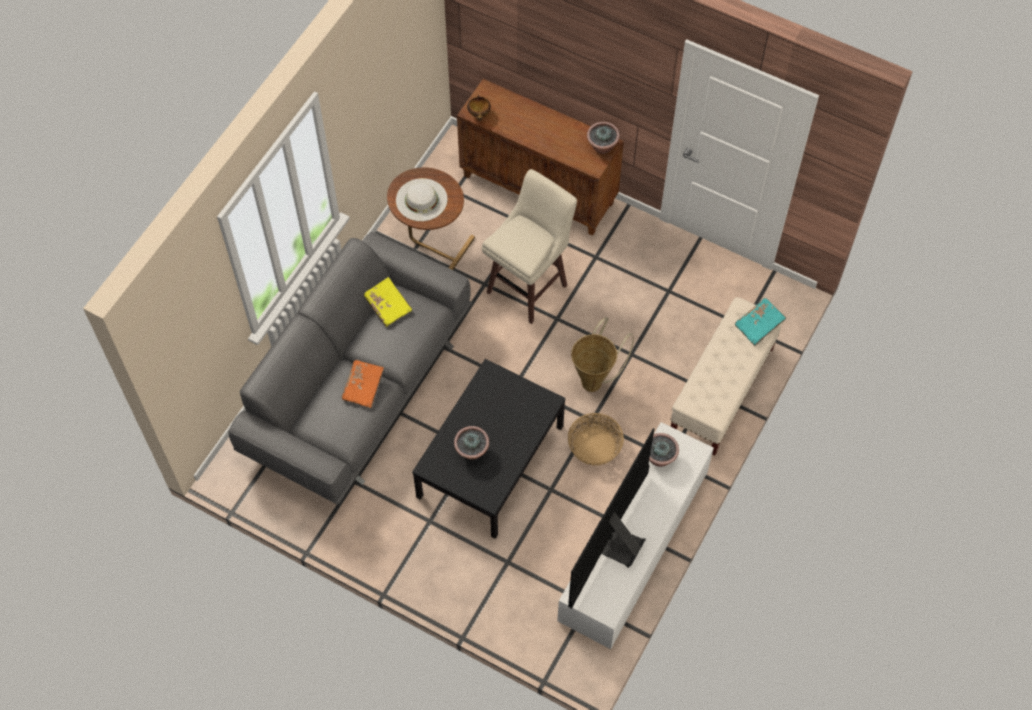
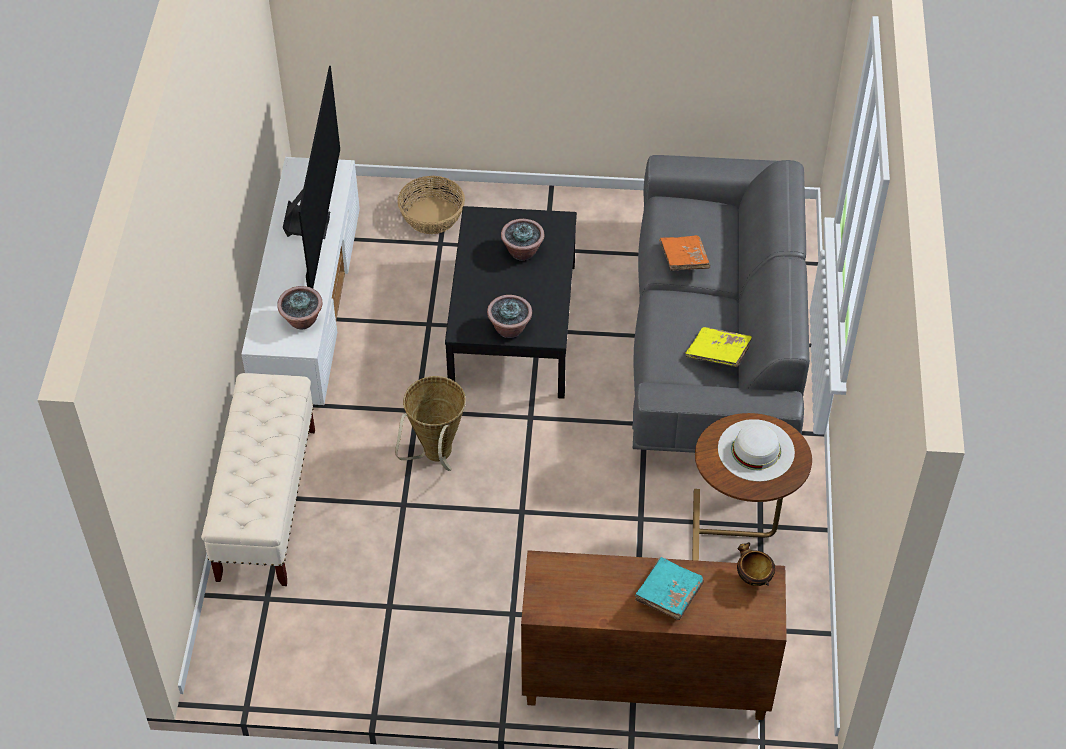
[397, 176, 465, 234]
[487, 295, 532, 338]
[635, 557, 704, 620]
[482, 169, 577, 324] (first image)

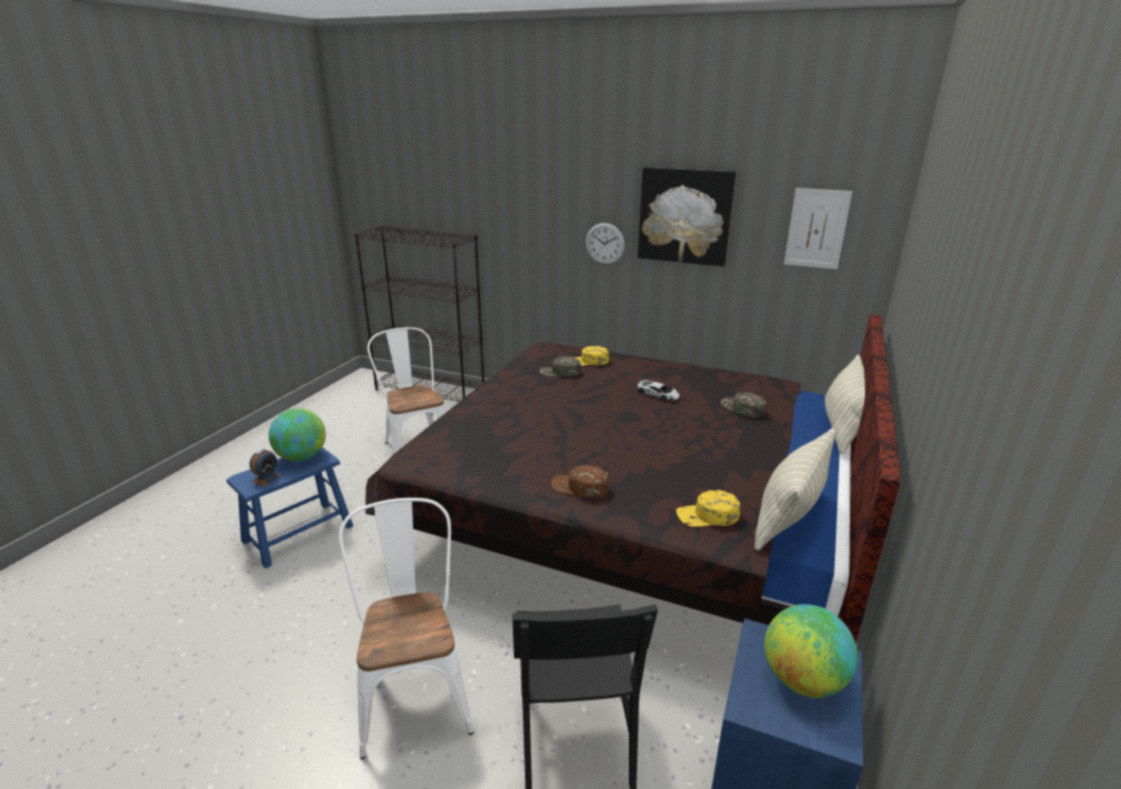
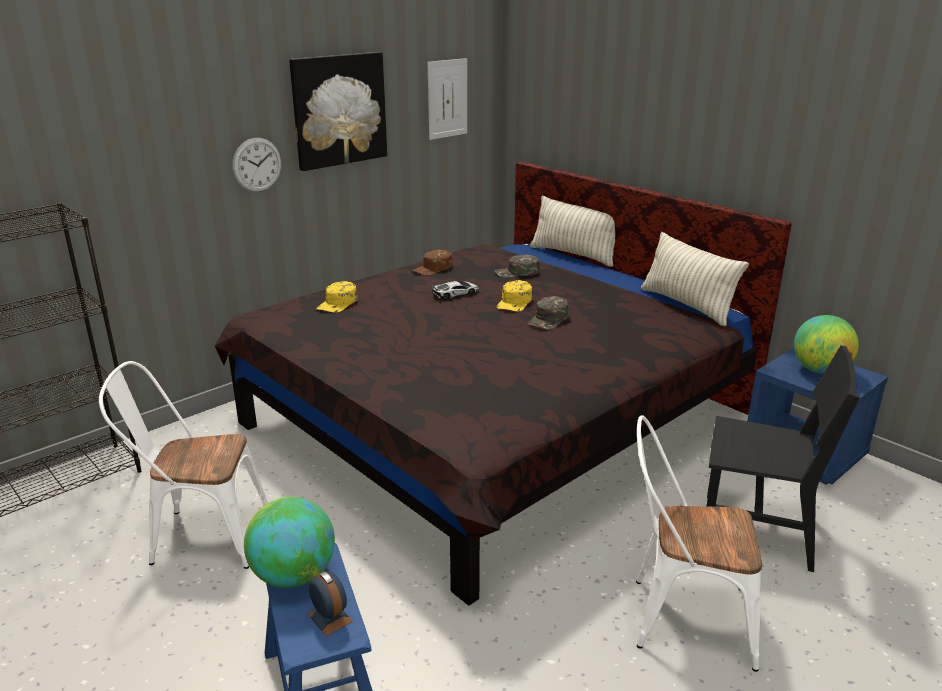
[412, 250, 453, 275]
[497, 280, 532, 311]
[528, 296, 569, 329]

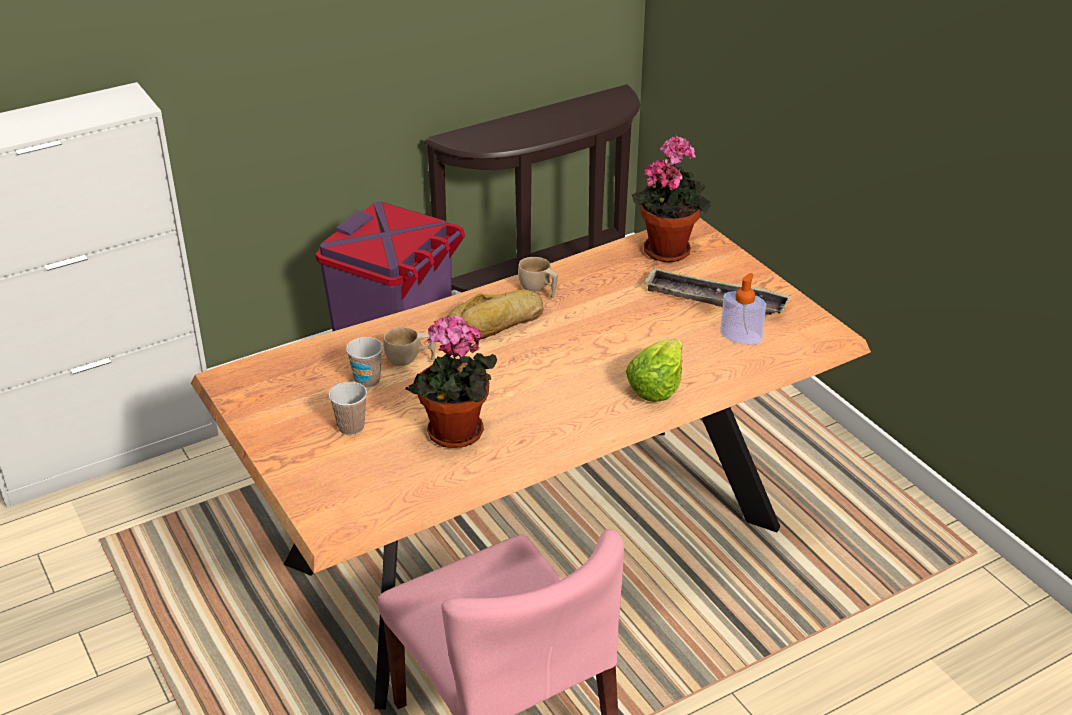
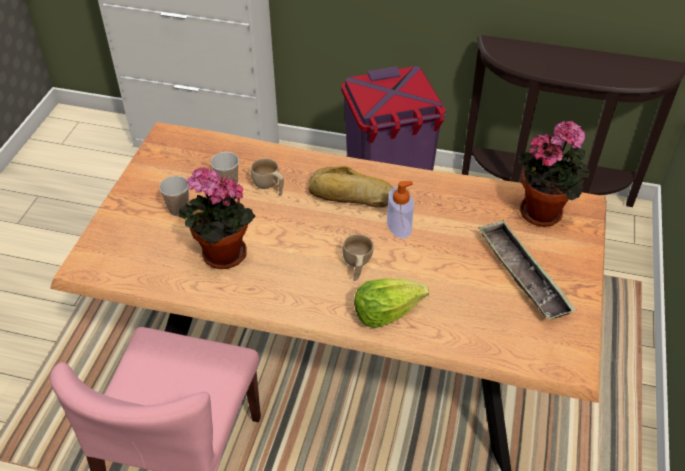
[342, 234, 374, 281]
[387, 181, 414, 239]

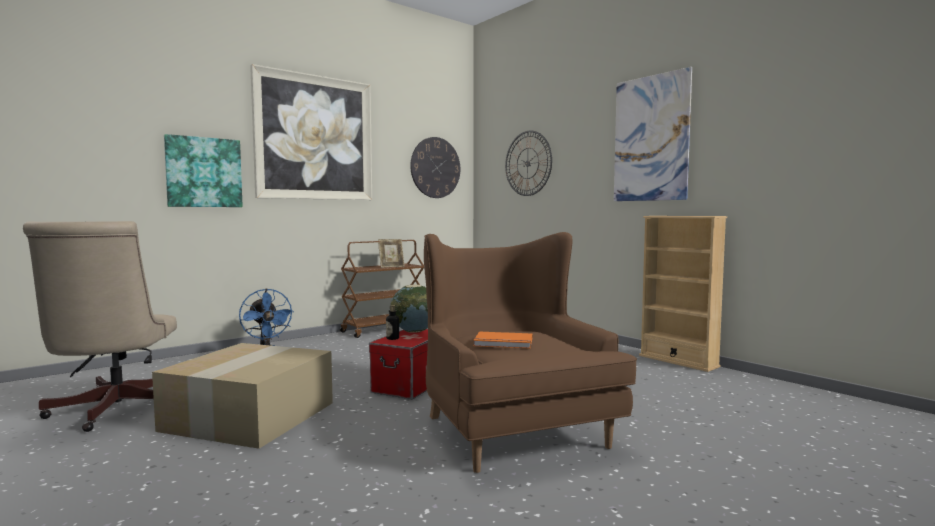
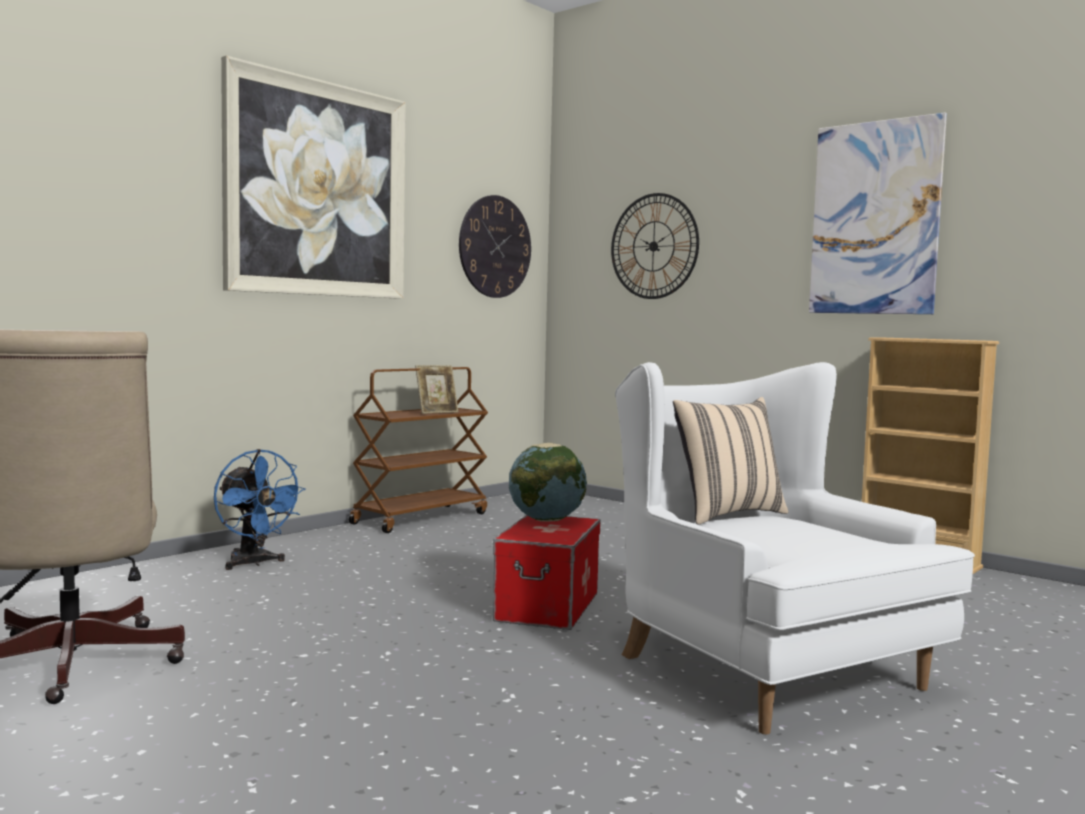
[615, 362, 975, 734]
[673, 397, 788, 525]
[152, 343, 333, 449] (first image)
[164, 134, 243, 207] (first image)
[386, 305, 399, 340] (first image)
[473, 332, 532, 349] (first image)

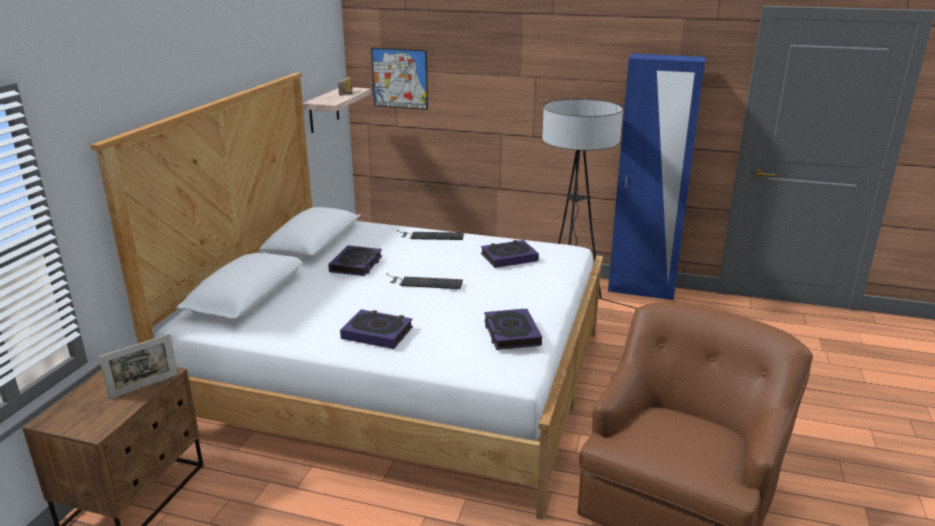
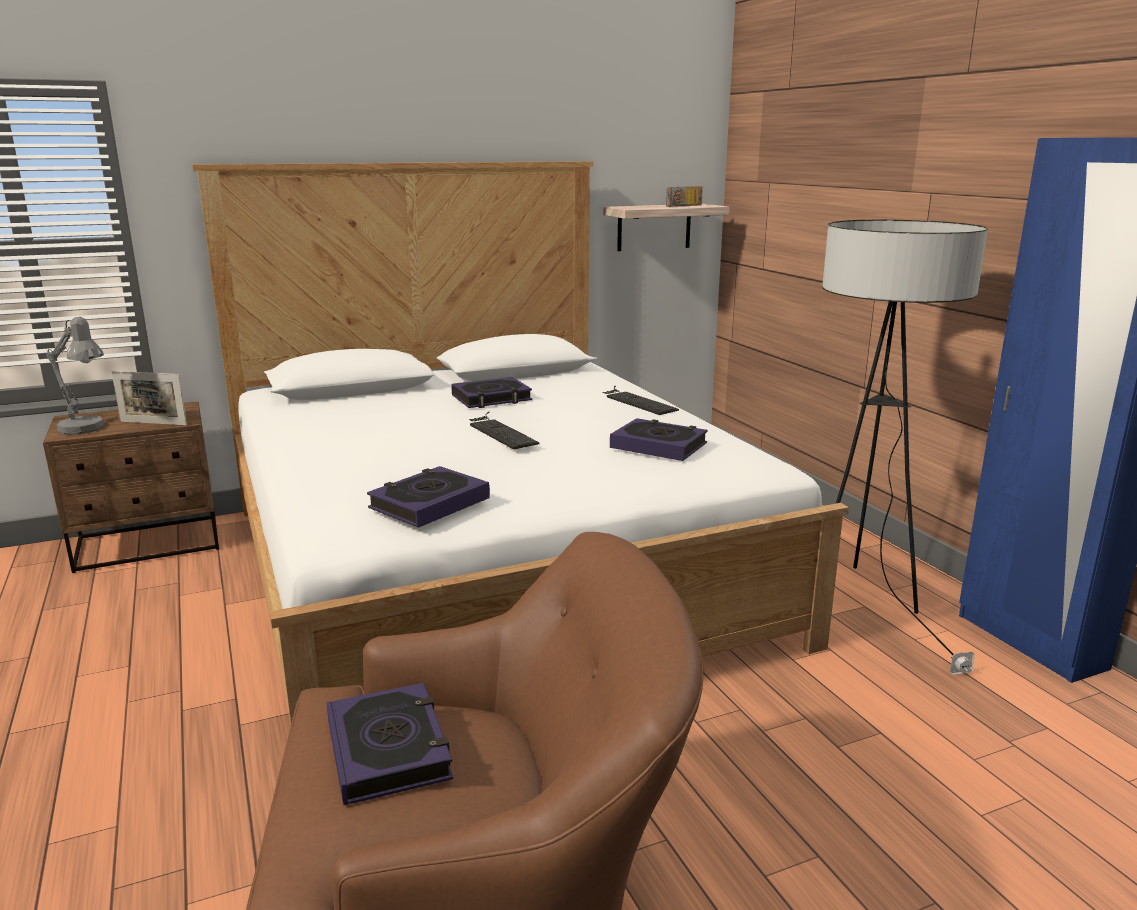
[46, 317, 104, 435]
[326, 683, 453, 806]
[371, 48, 428, 110] (first image)

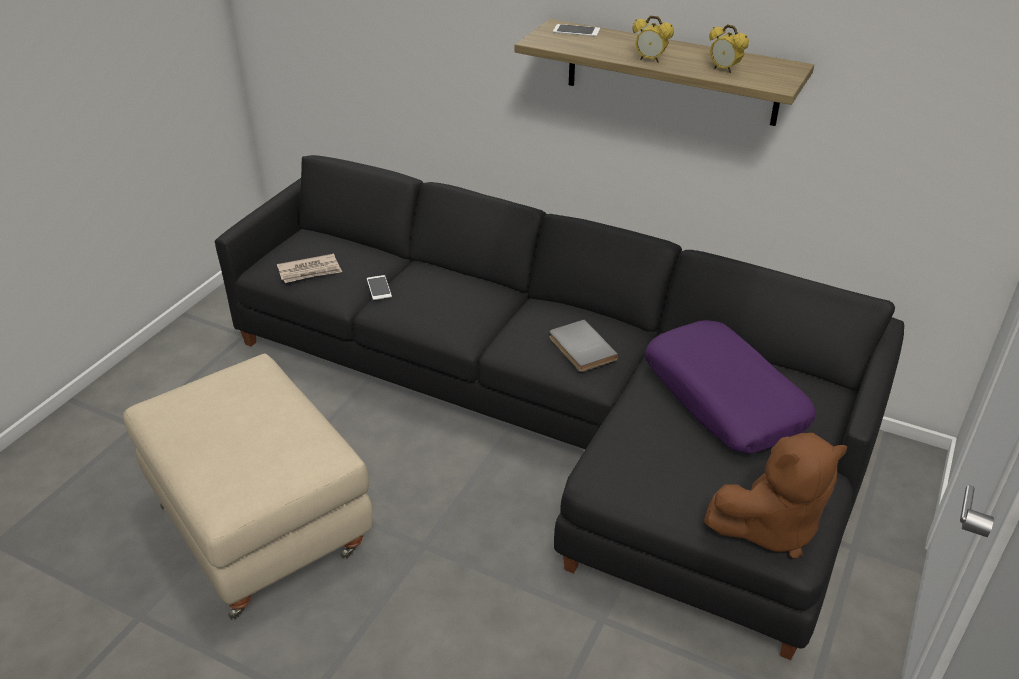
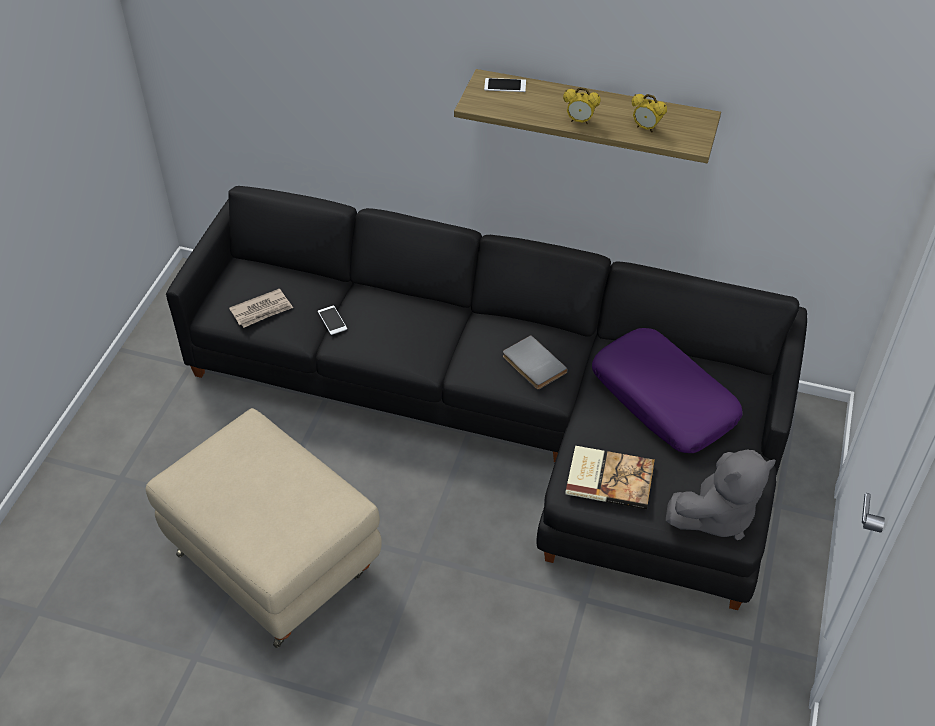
[565, 446, 655, 509]
[666, 449, 776, 540]

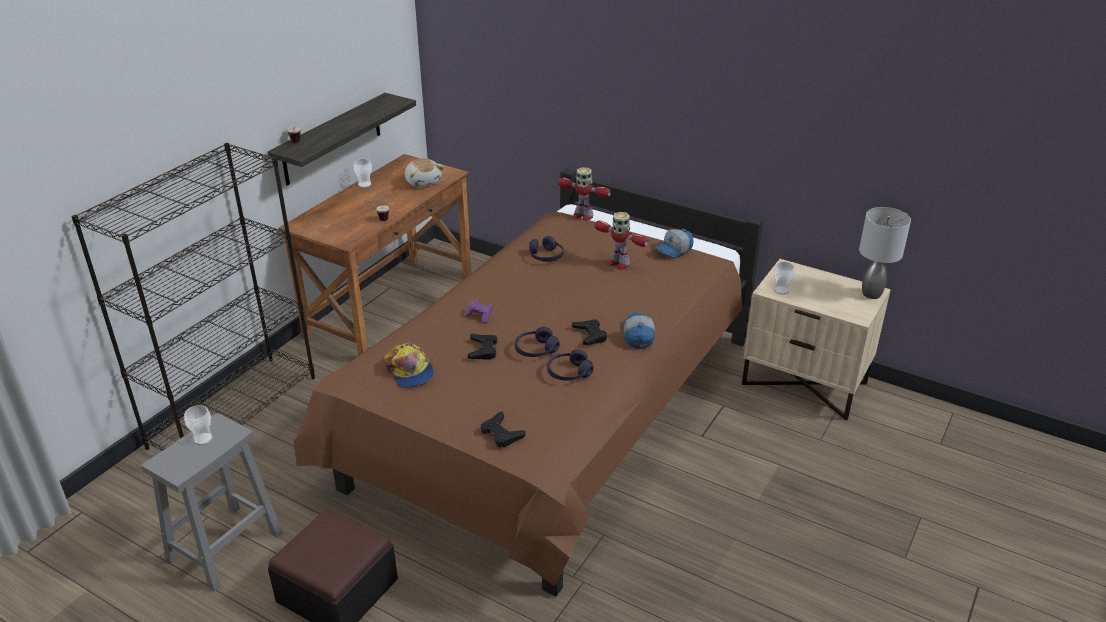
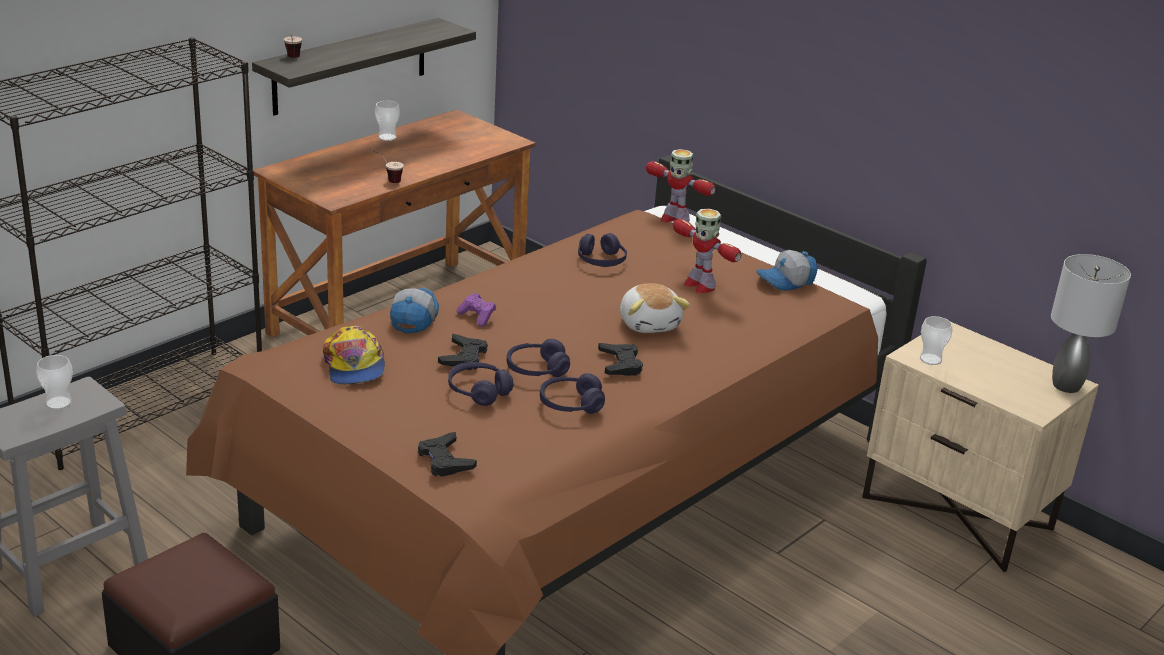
[390, 288, 439, 333]
[448, 362, 513, 406]
[620, 283, 690, 333]

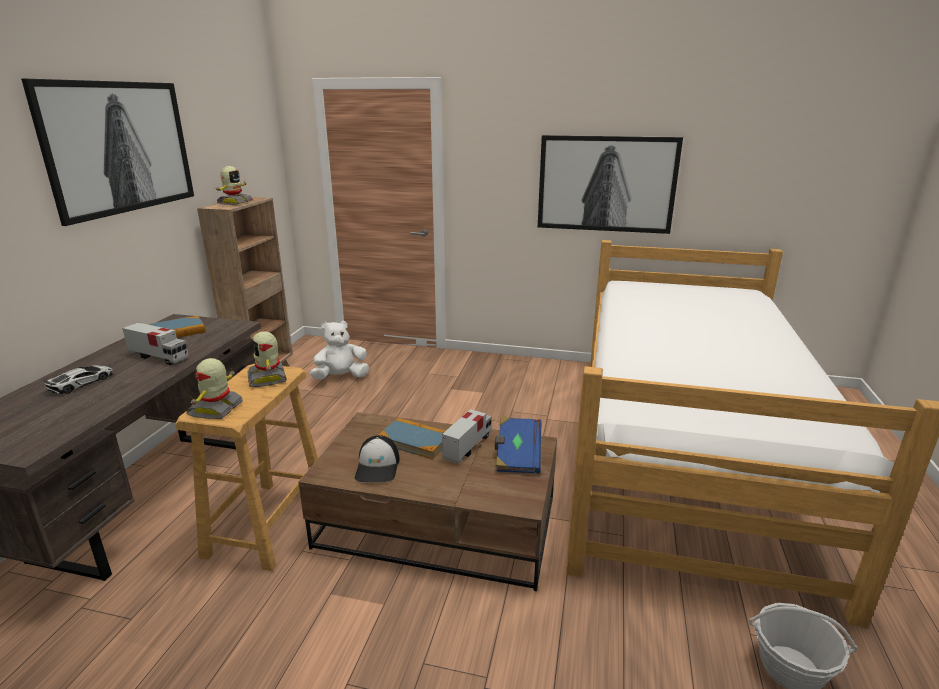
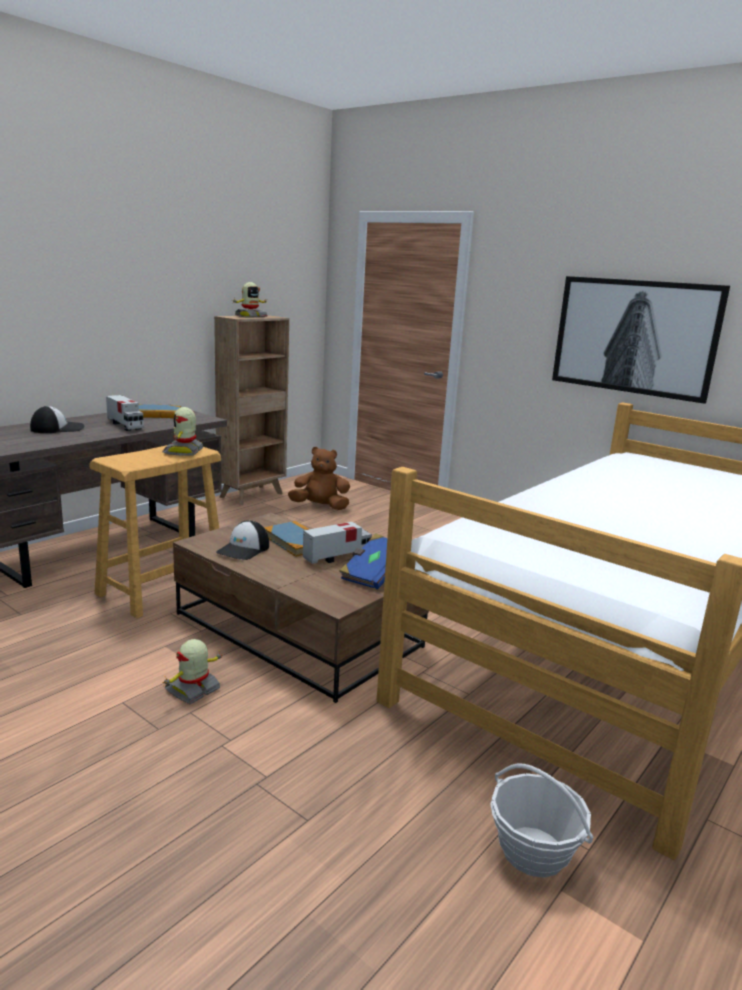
[30, 406, 85, 433]
[163, 639, 222, 704]
[288, 447, 350, 510]
[21, 79, 194, 226] (first image)

